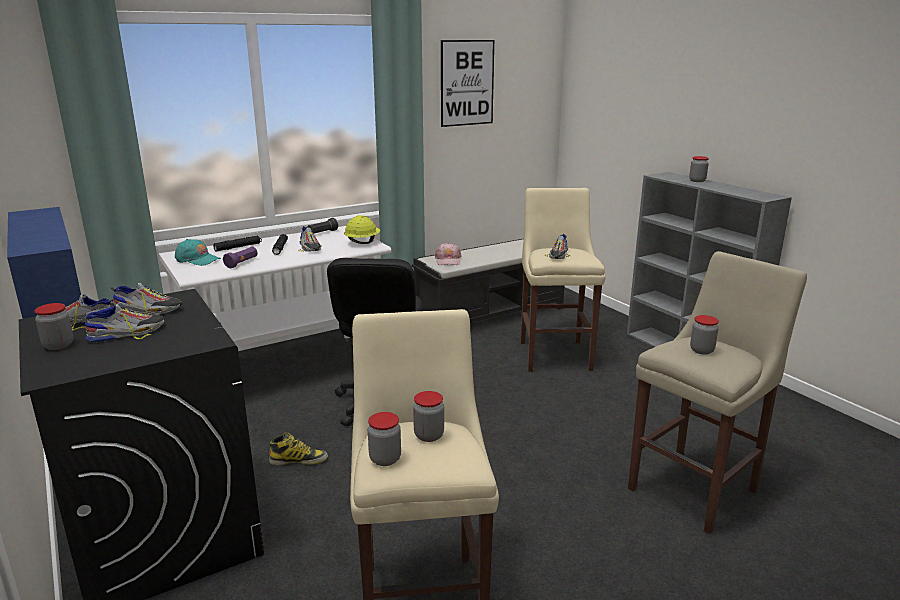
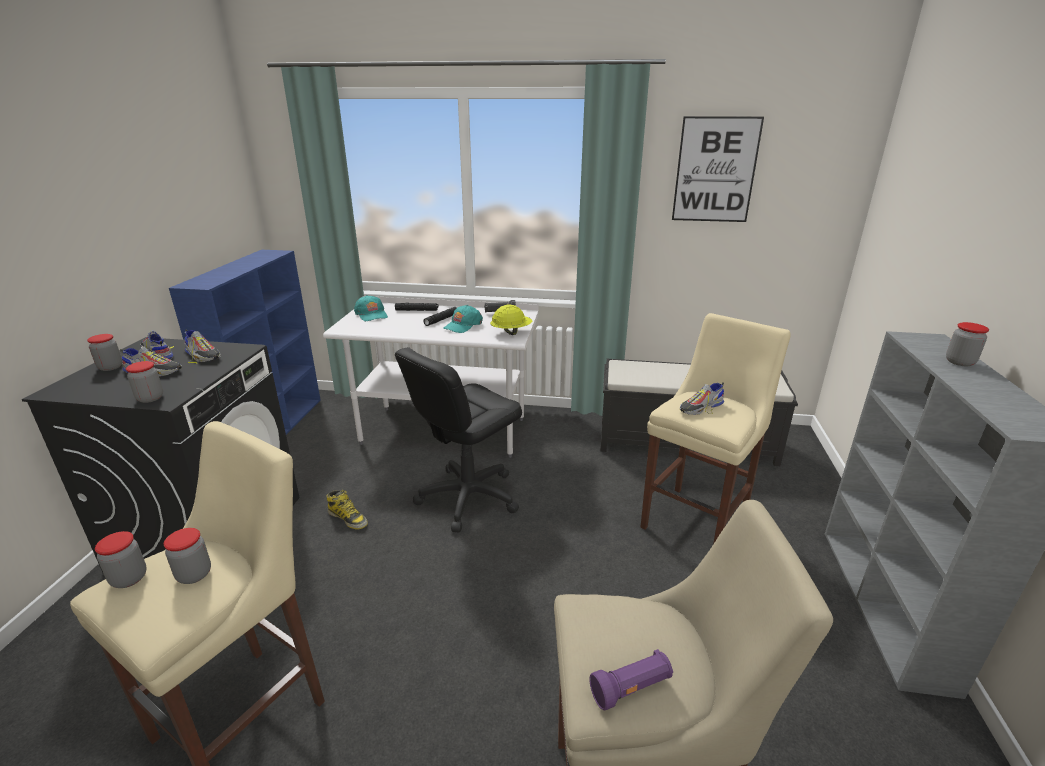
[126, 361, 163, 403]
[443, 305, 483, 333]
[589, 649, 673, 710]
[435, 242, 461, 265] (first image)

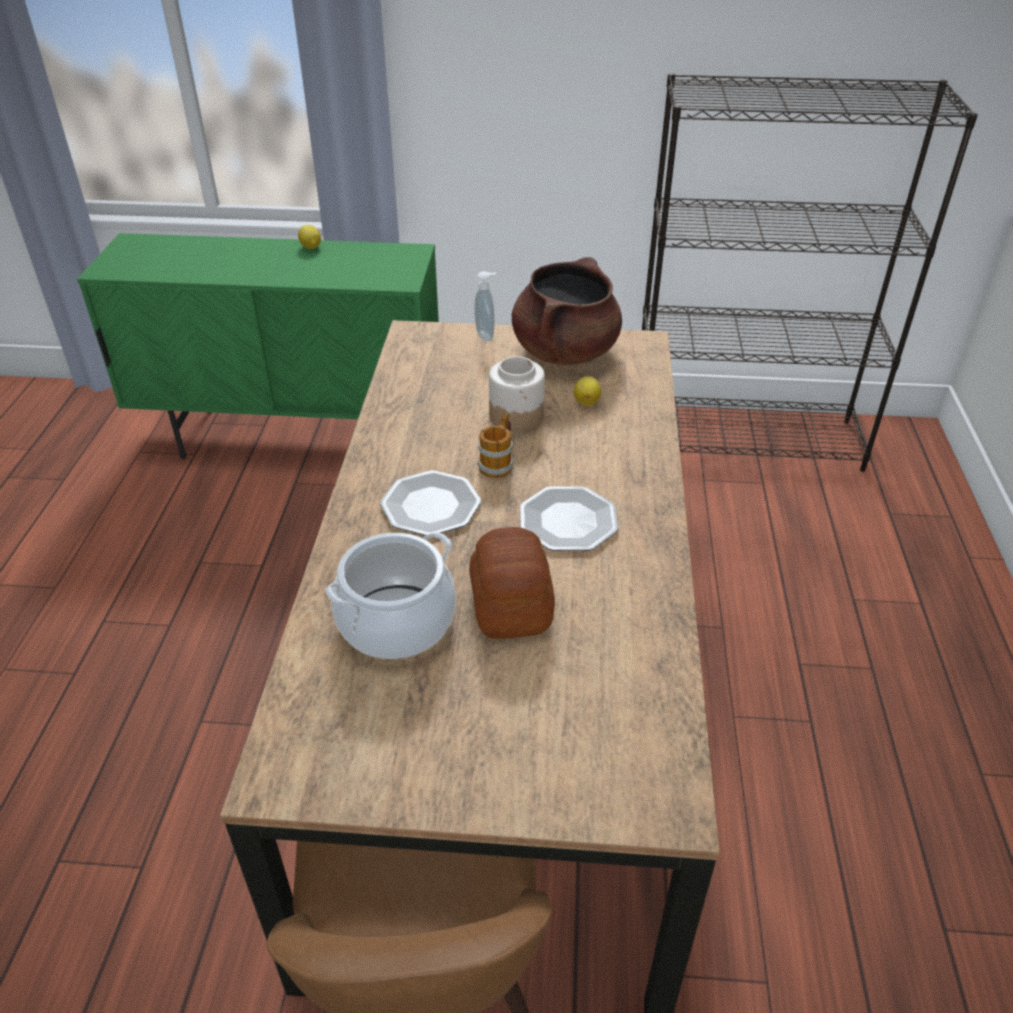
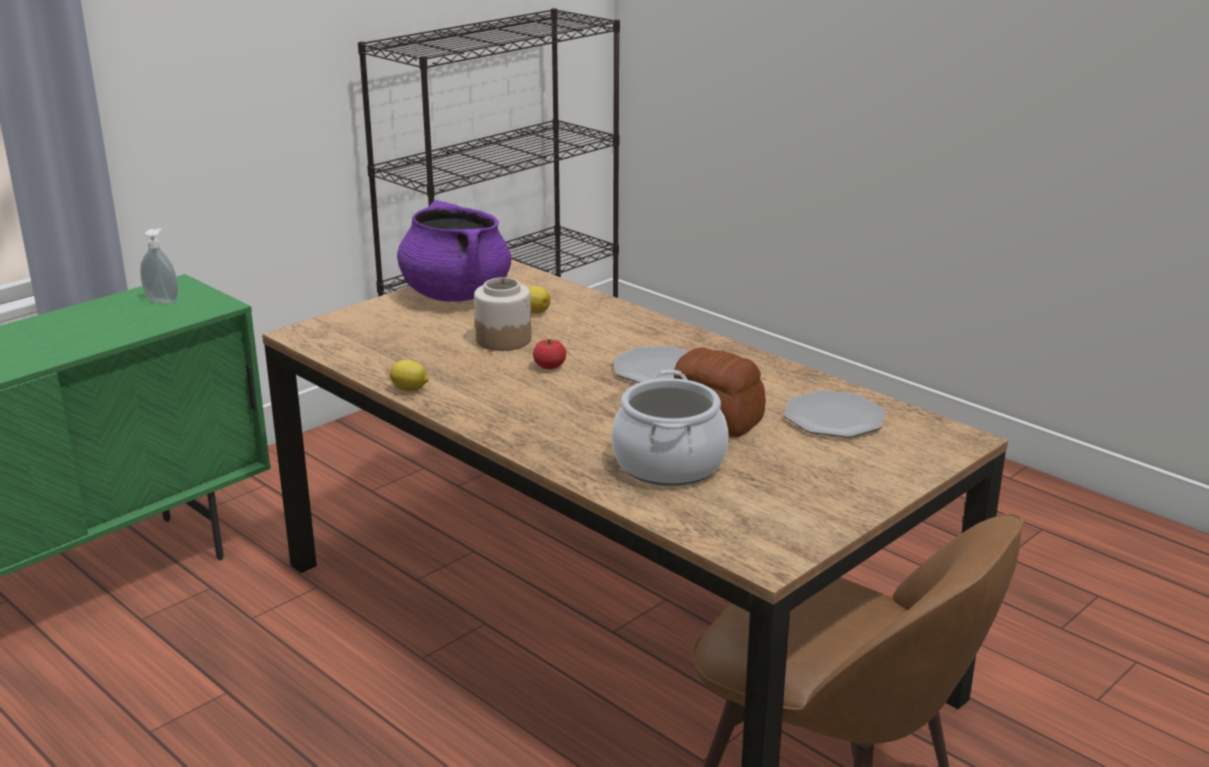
[140, 228, 178, 304]
[390, 360, 429, 391]
[397, 200, 511, 302]
[533, 339, 566, 369]
[784, 390, 885, 438]

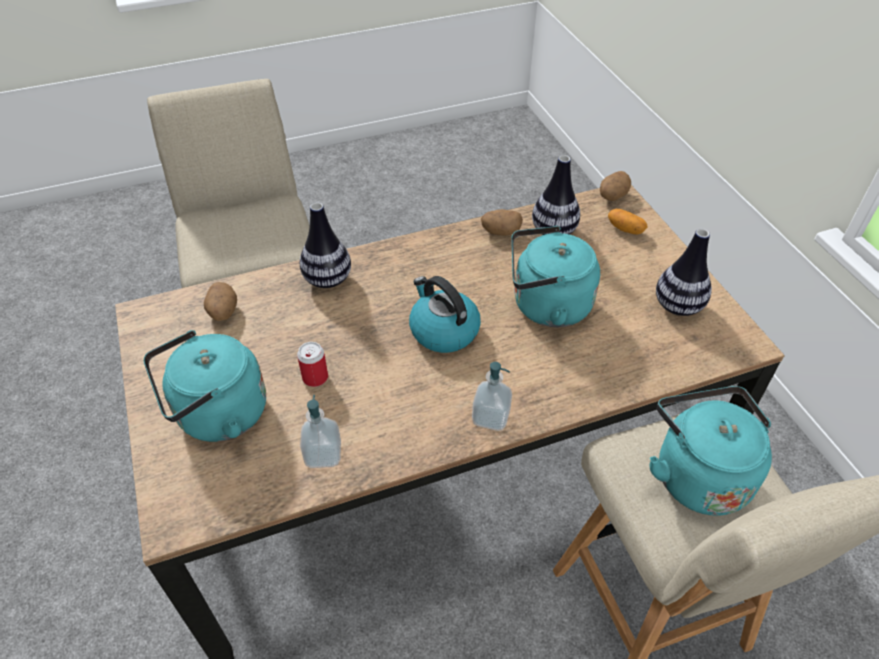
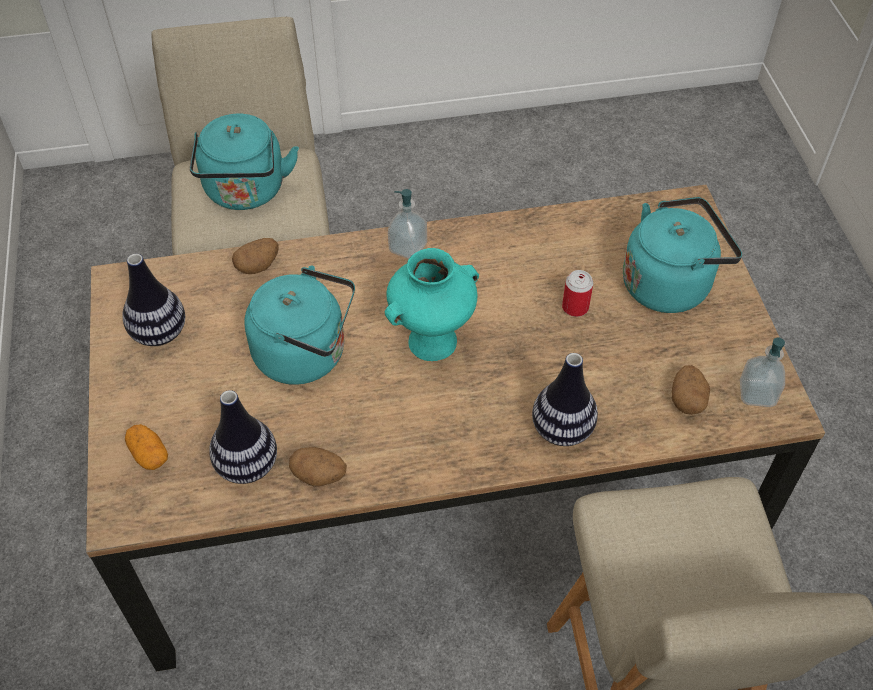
[232, 238, 279, 274]
[385, 248, 479, 361]
[740, 337, 785, 407]

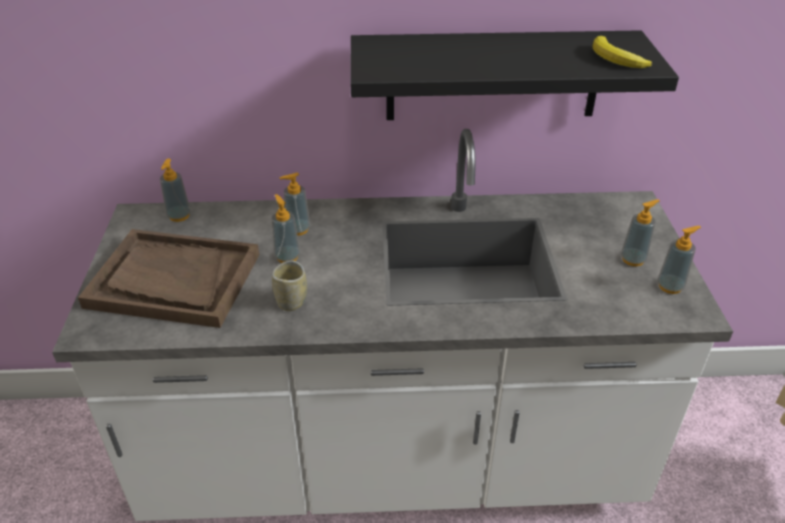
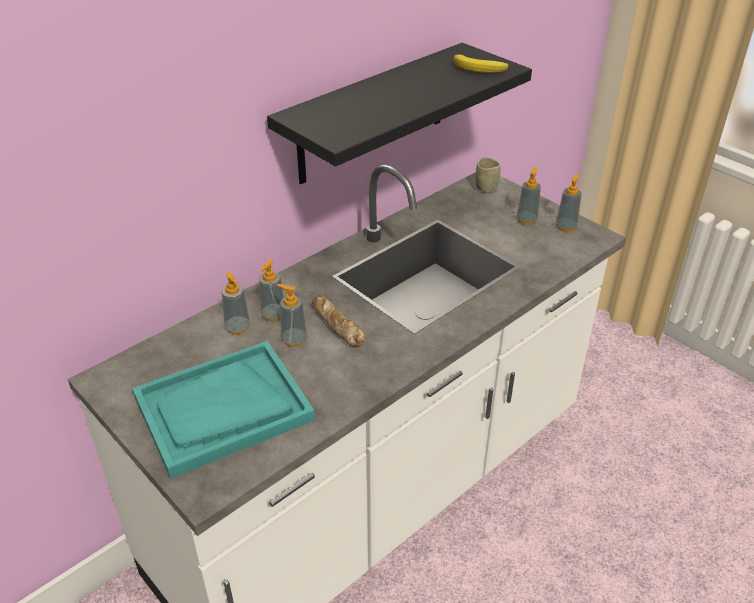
[132, 341, 315, 479]
[221, 272, 250, 335]
[312, 294, 366, 346]
[475, 157, 501, 193]

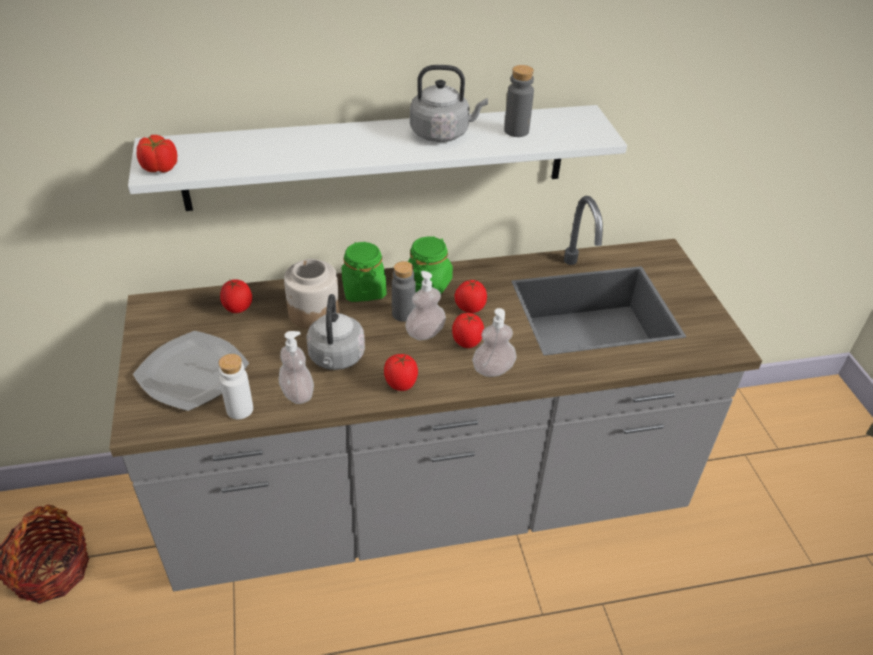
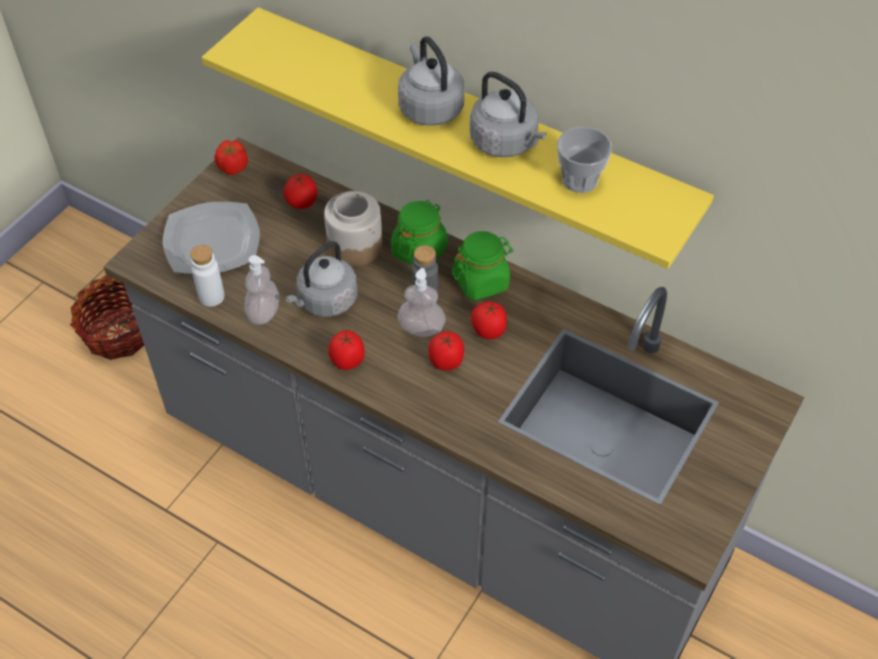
[201, 7, 714, 269]
[215, 140, 248, 175]
[398, 36, 464, 126]
[557, 127, 612, 193]
[472, 308, 517, 377] (first image)

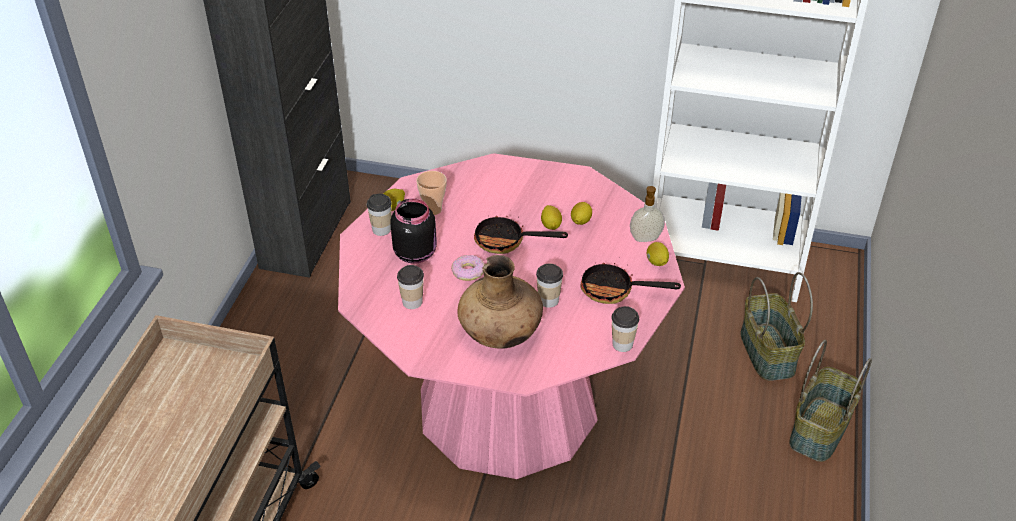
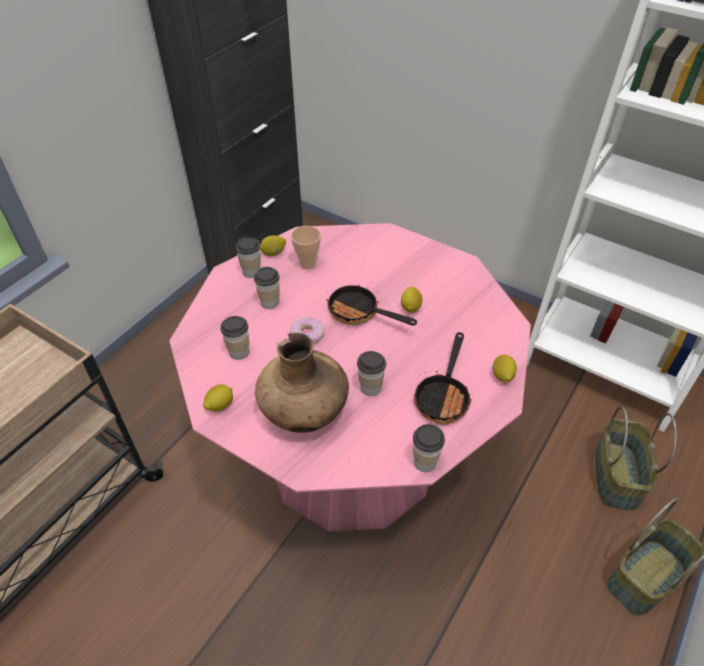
[203, 384, 233, 411]
[254, 267, 280, 309]
[414, 332, 472, 425]
[630, 186, 665, 242] (first image)

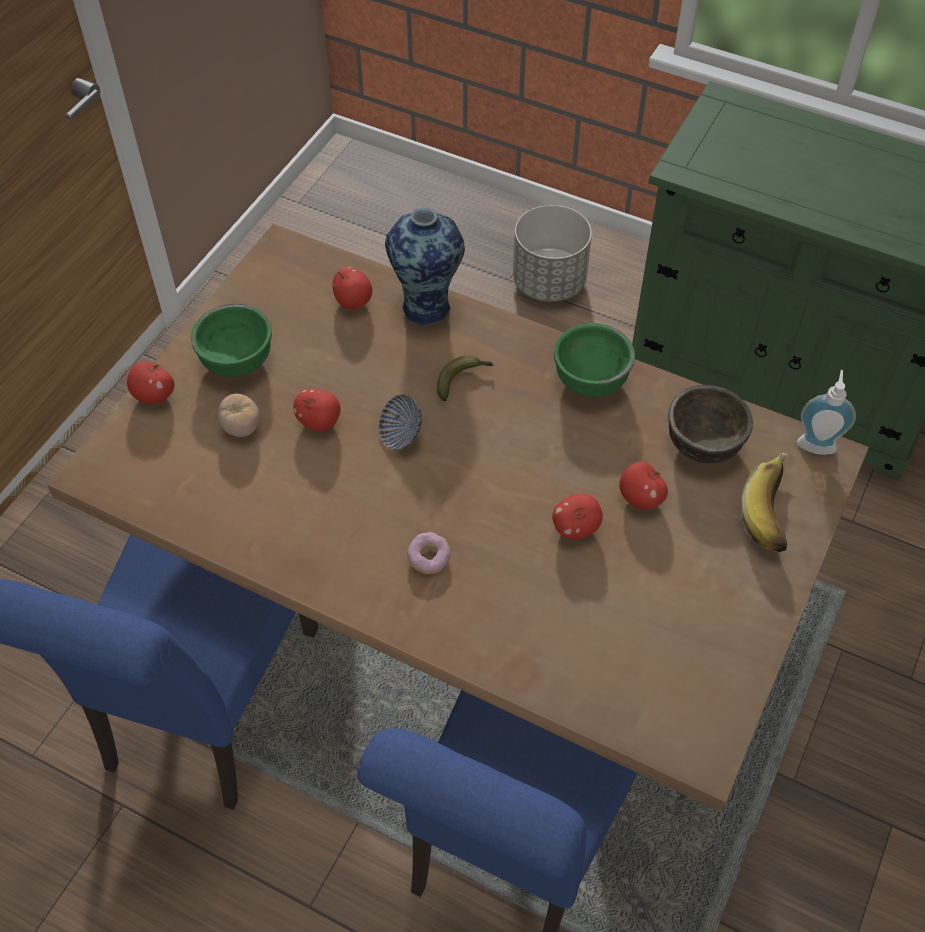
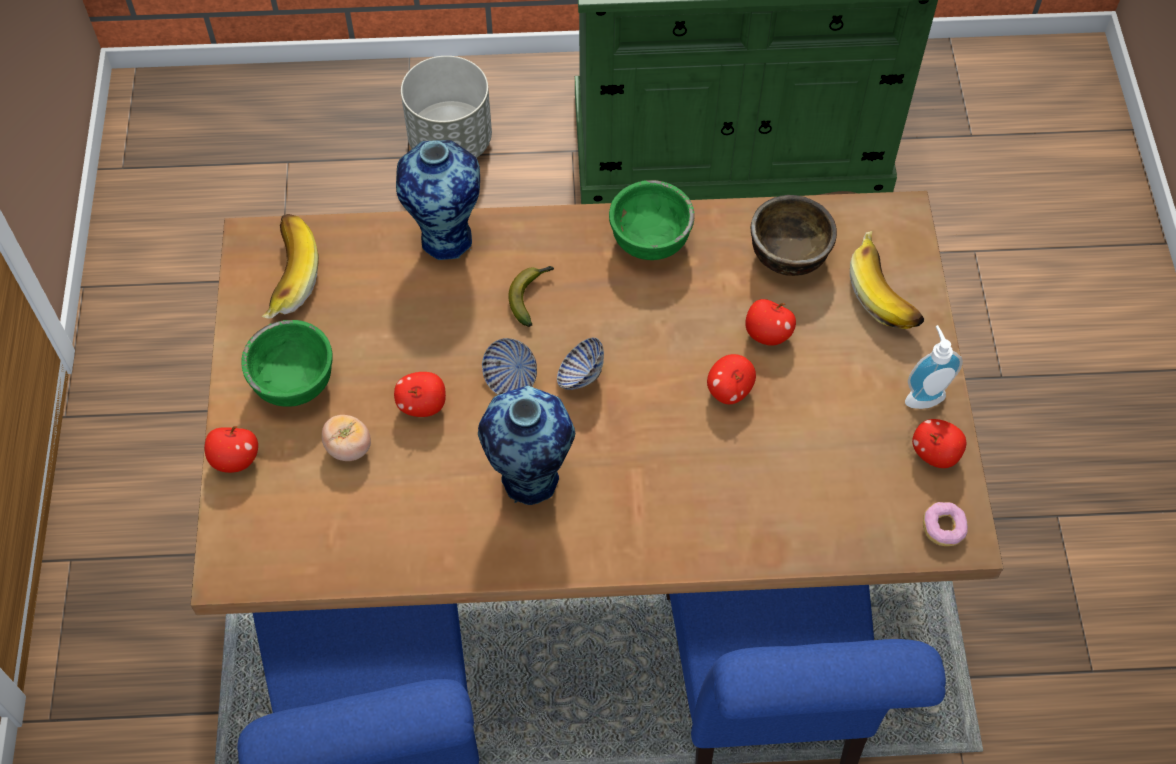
[261, 214, 319, 319]
[478, 386, 575, 505]
[557, 338, 604, 390]
[905, 325, 963, 409]
[912, 419, 966, 468]
[923, 502, 968, 546]

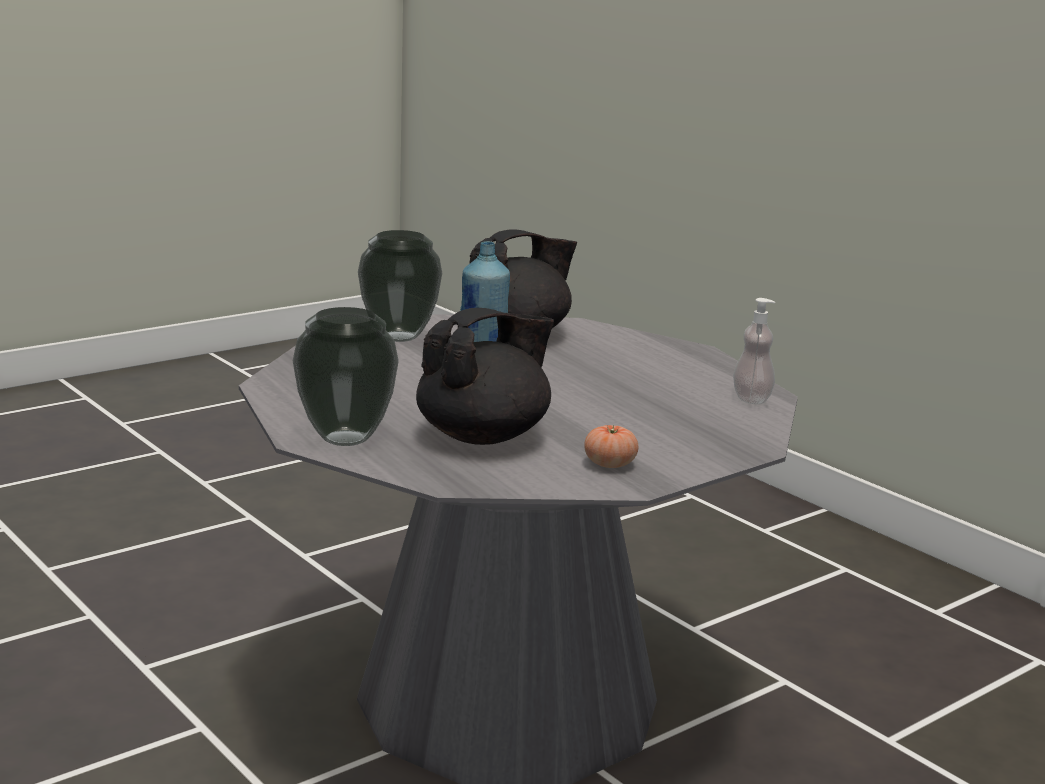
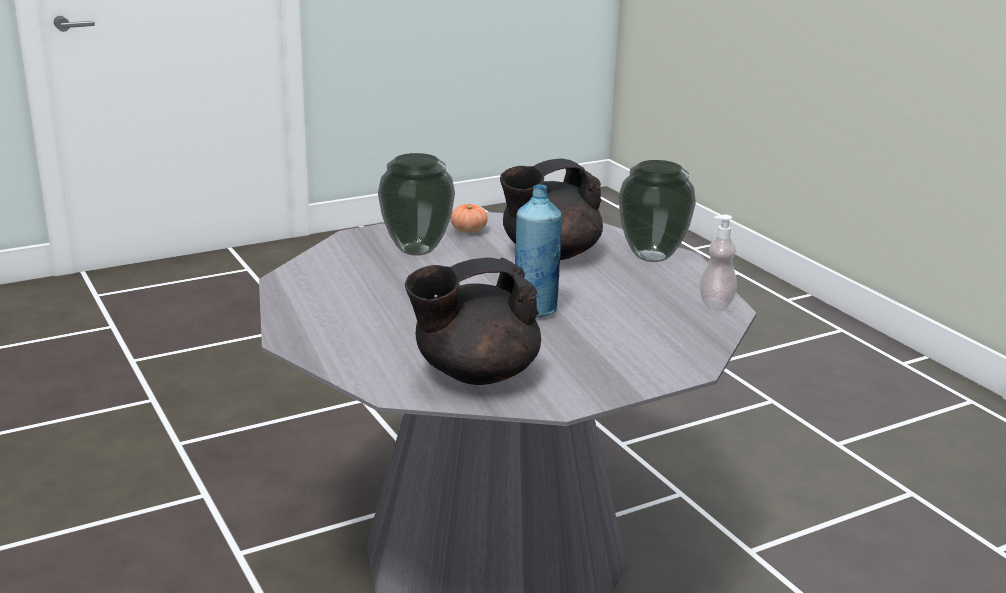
[378, 153, 455, 256]
[700, 215, 737, 310]

